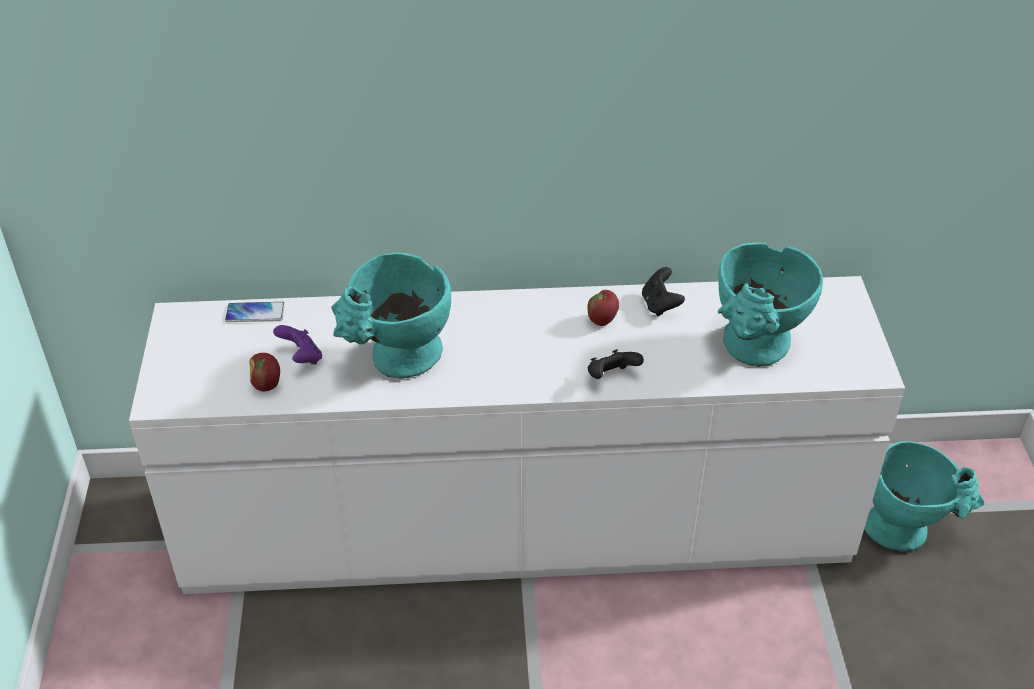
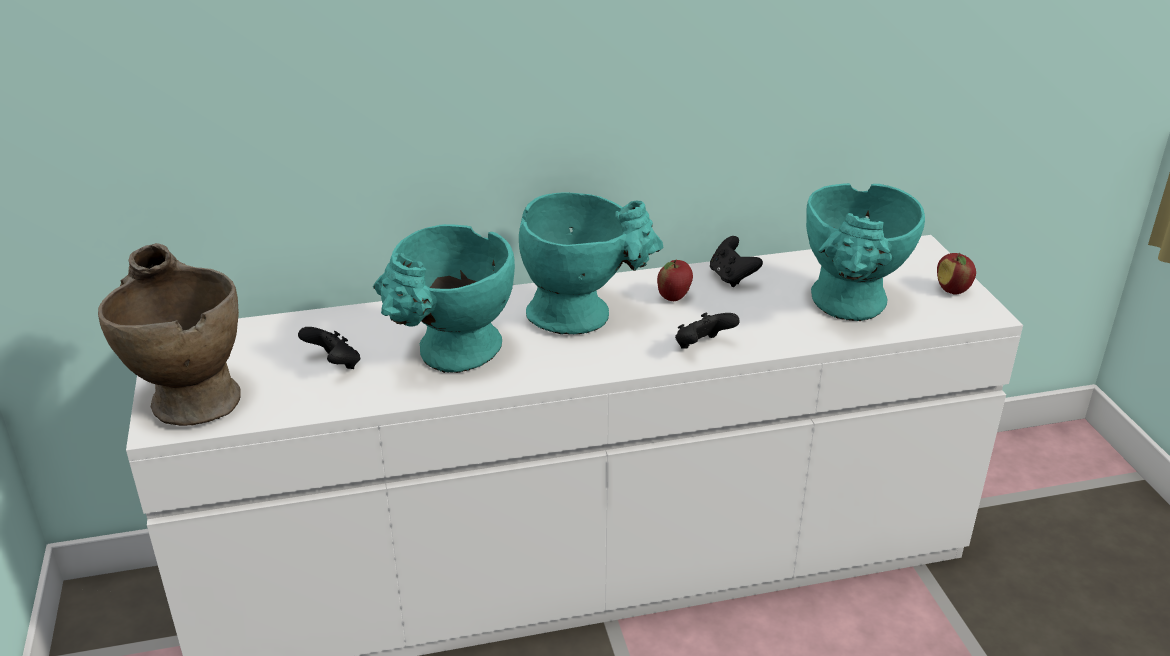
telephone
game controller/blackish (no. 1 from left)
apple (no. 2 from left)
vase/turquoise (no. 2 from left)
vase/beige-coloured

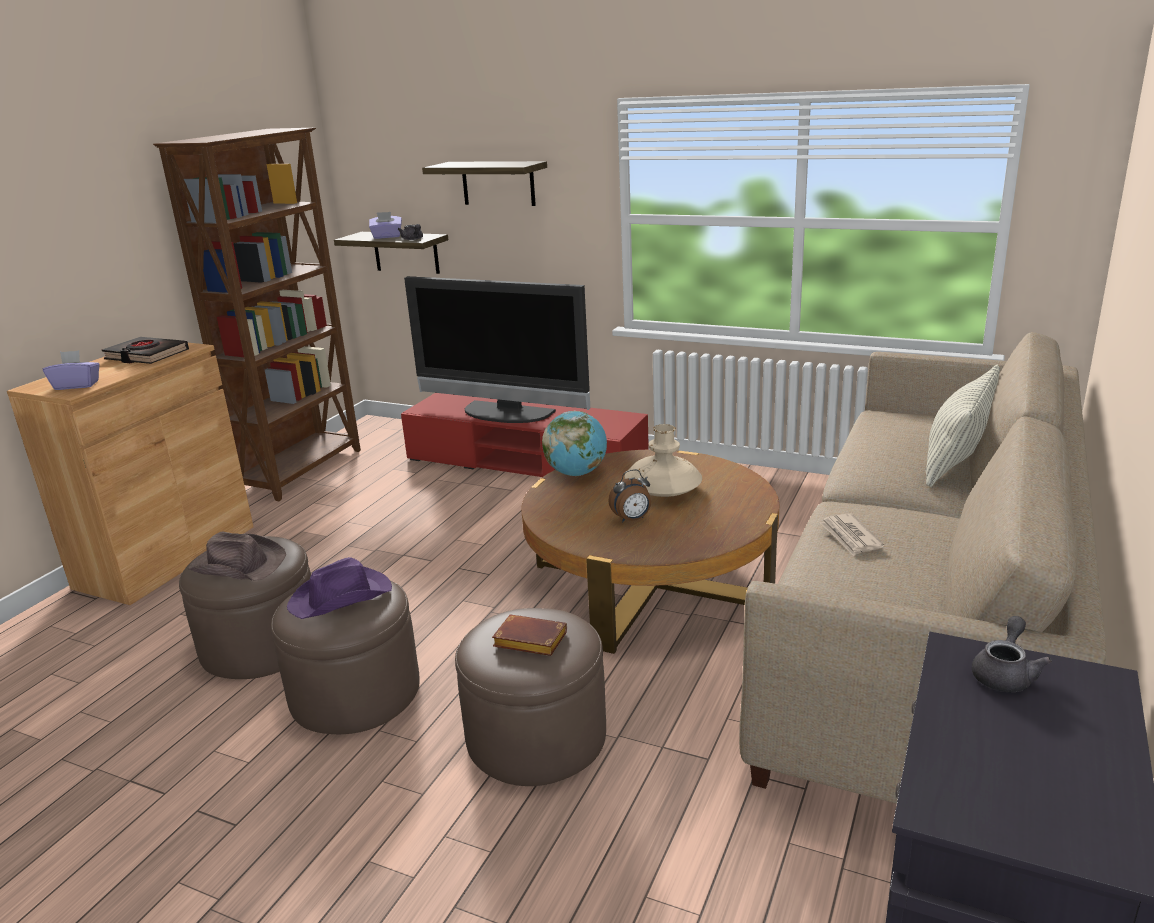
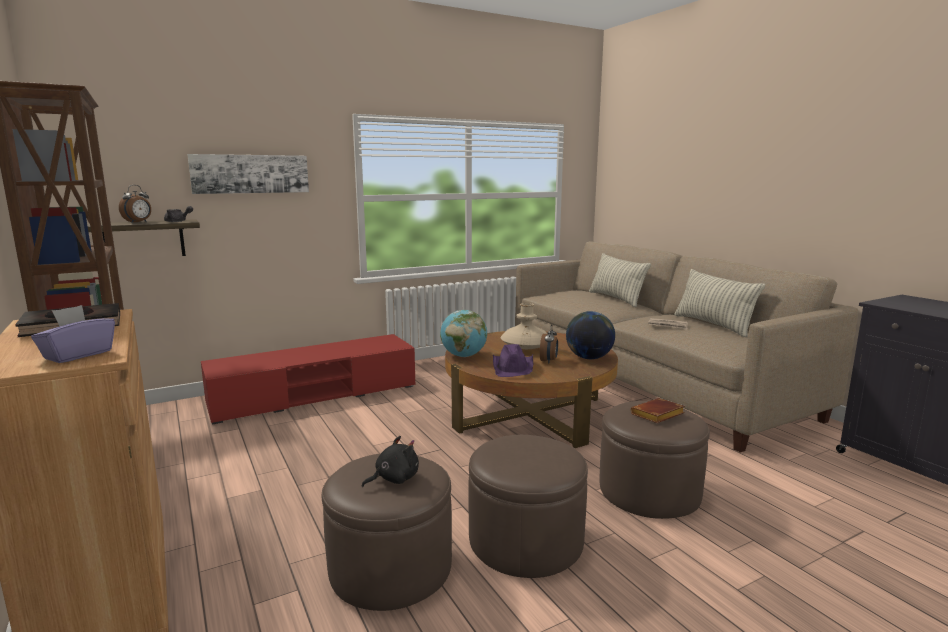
wall art
bedside clock (no. 1 from left)
television
cuddly toy/blackish
clothing hat/purple-coloured
teapot/grey (no. 2 from left in the first image)
cushion (no. 2 from left)
globe (no. 2 from left)

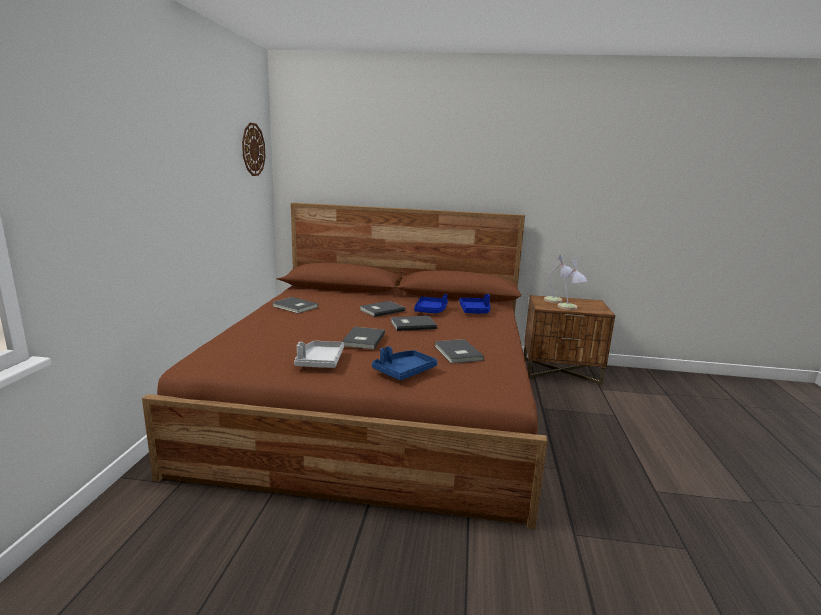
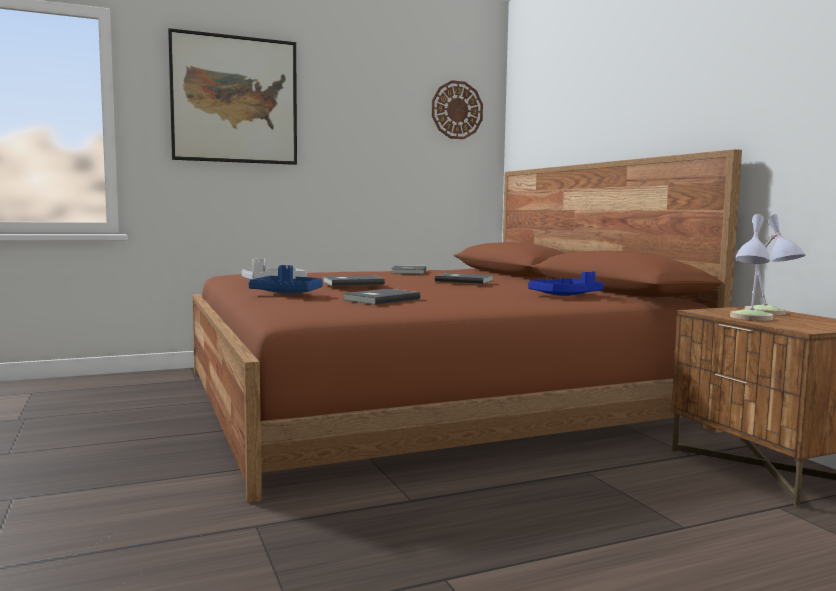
tray/bluish (no. 2 from left in the first image)
volume/grey (no. 4 from left in the first image)
wall art

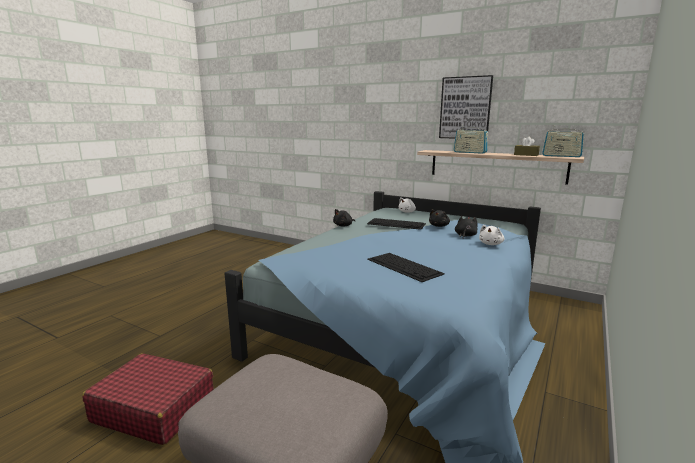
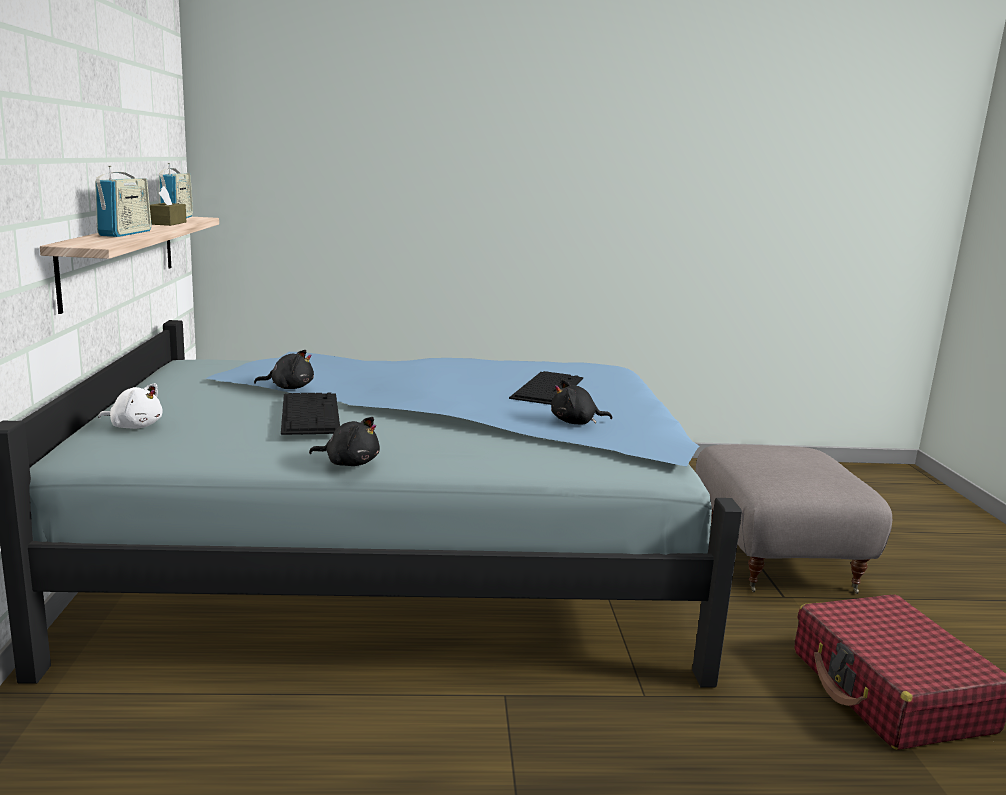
wall art
cuddly toy/blackish (no. 3 from left)
cuddly toy/white-coloured (no. 2 from left in the first image)

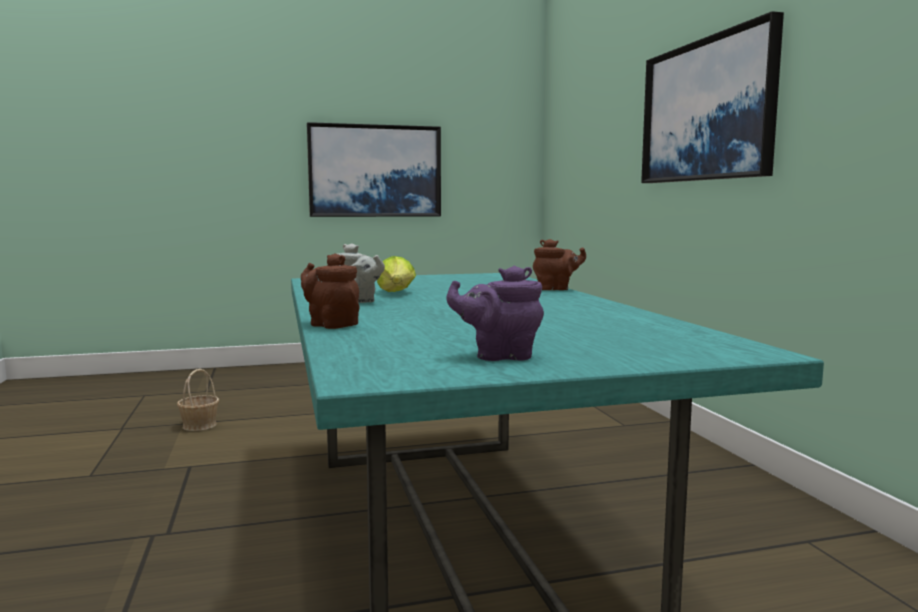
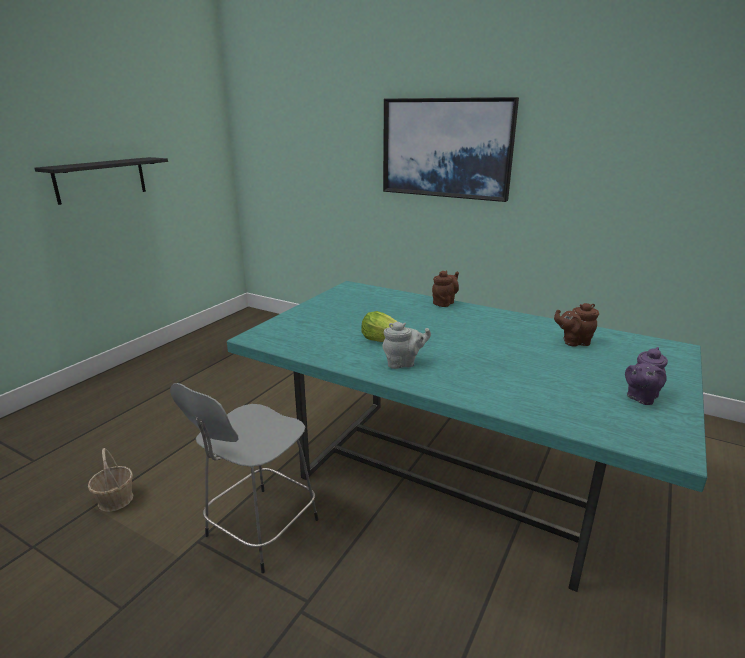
wall shelf/blackish
teapot/brownish (no. 2 from left)
stool/grey

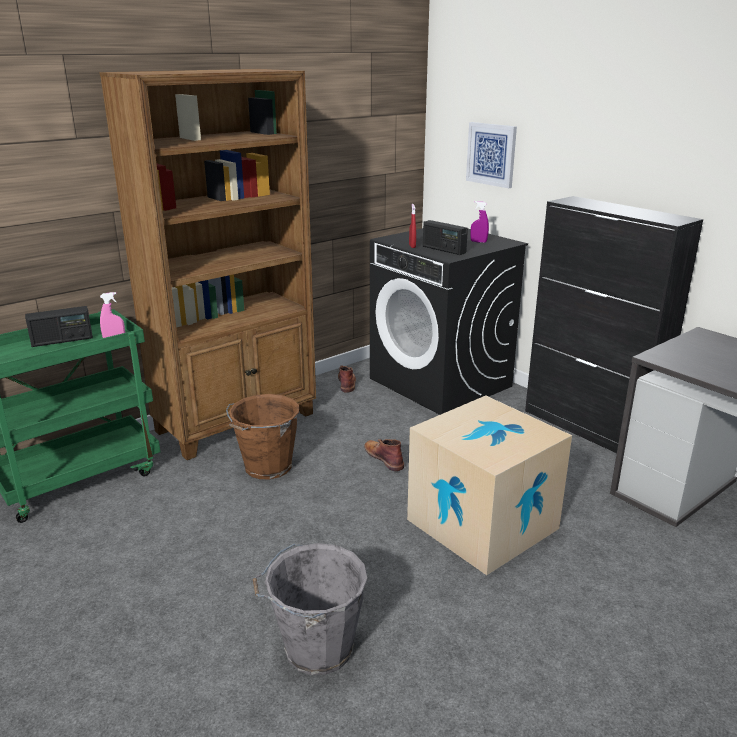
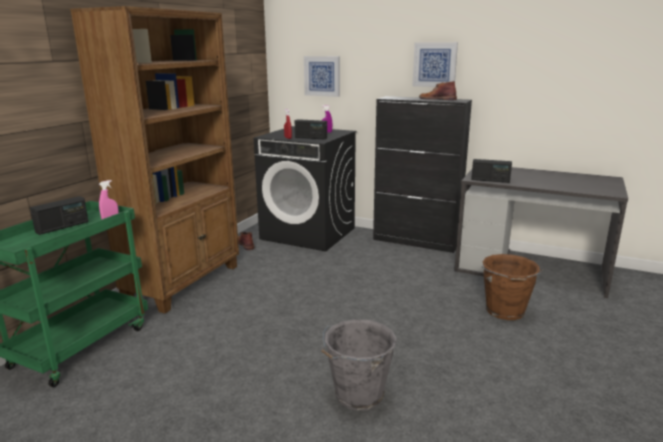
water bucket/brownish
packing box
boot/brownish (no. 2 from left)
wall art (no. 2 from left)
radio (no. 3 from left)

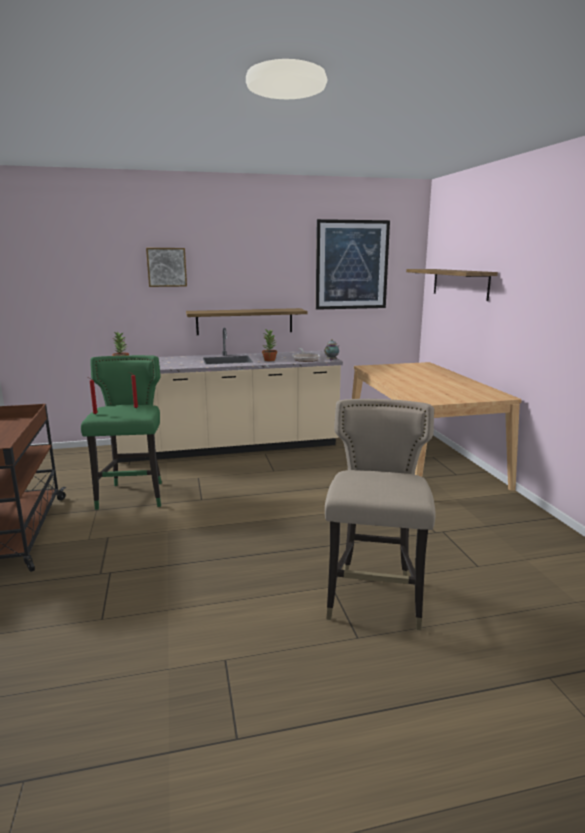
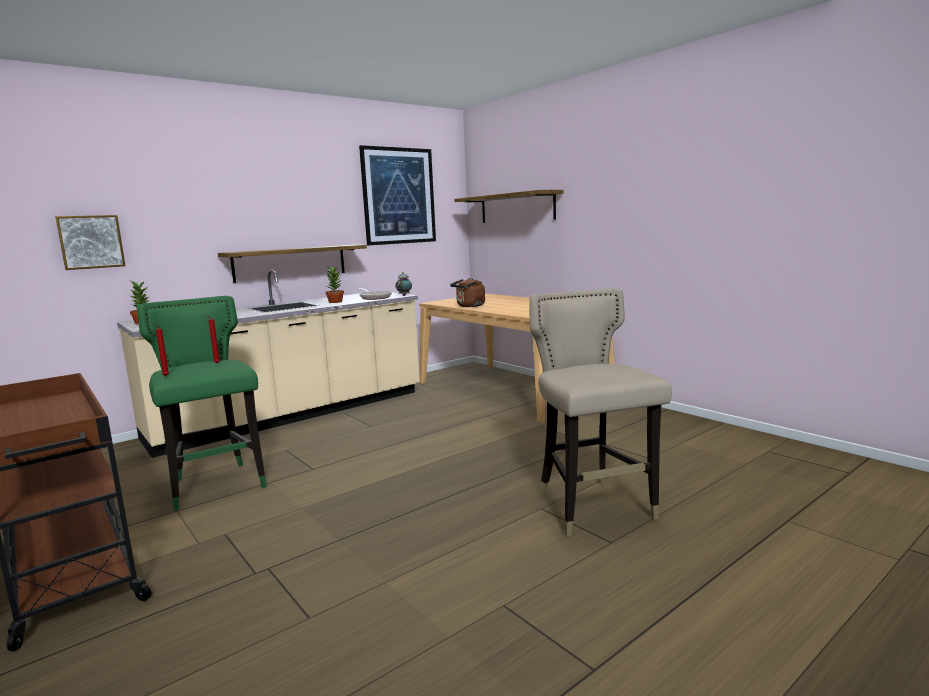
wall art (no. 1 from left)
tea kettle/brownish

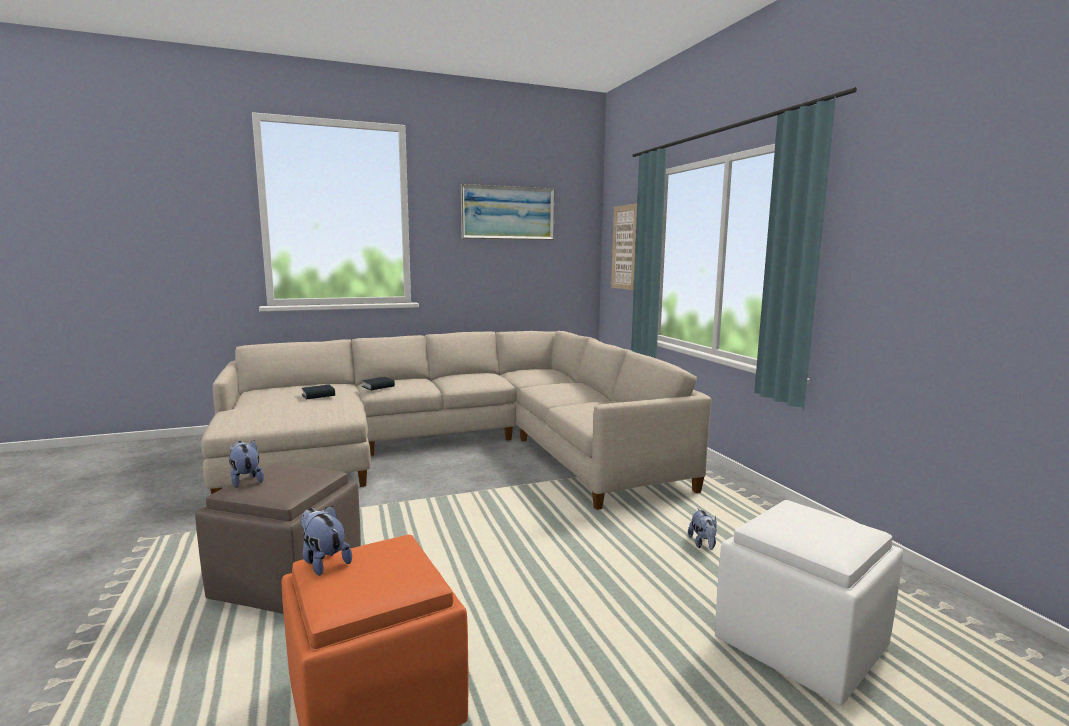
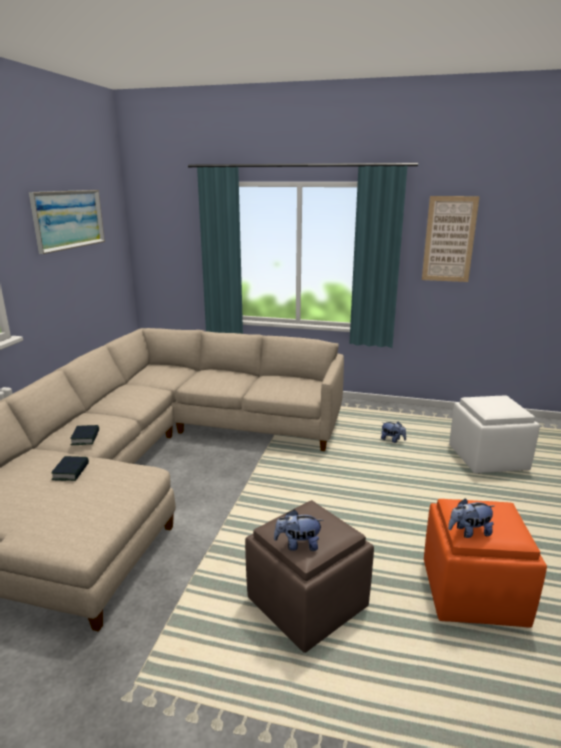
wall art (no. 2 from left)

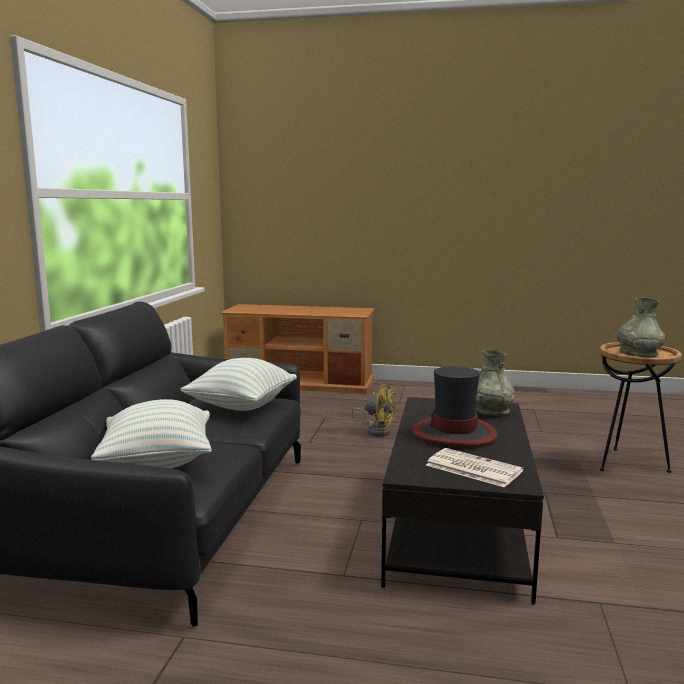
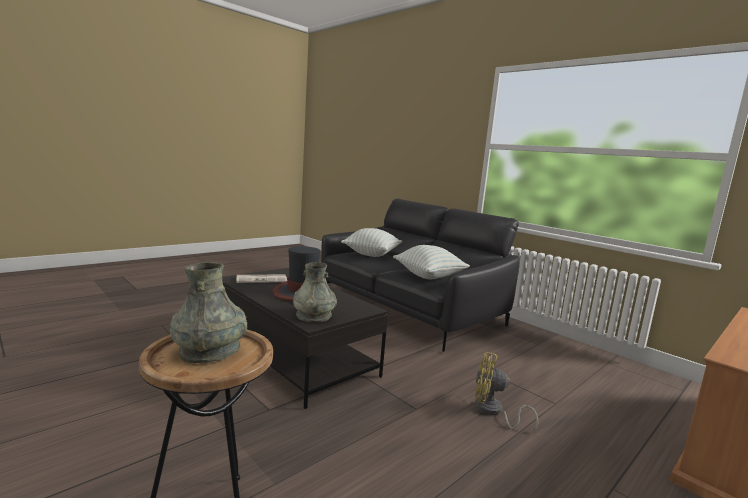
cooling fan/yellowish

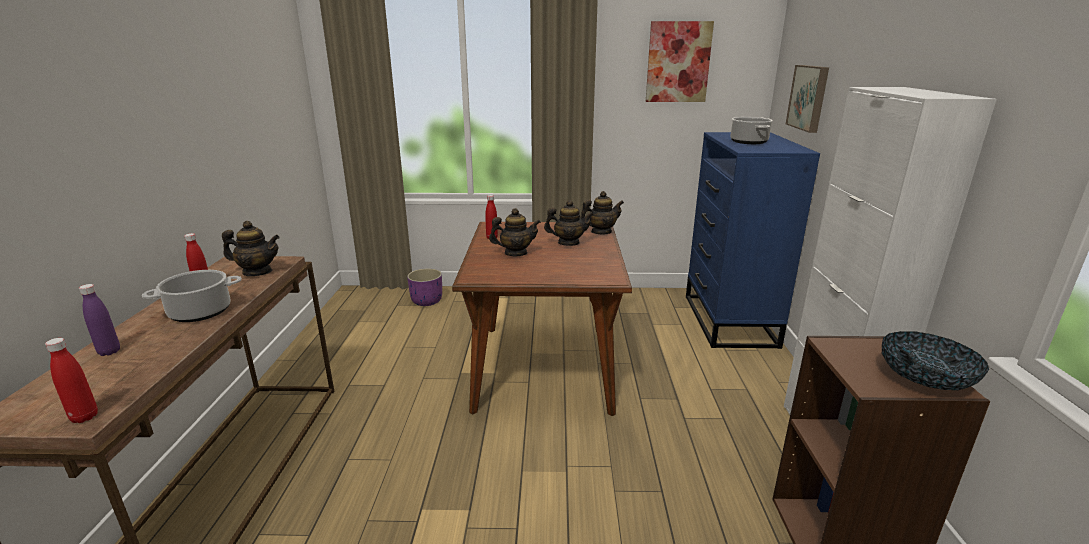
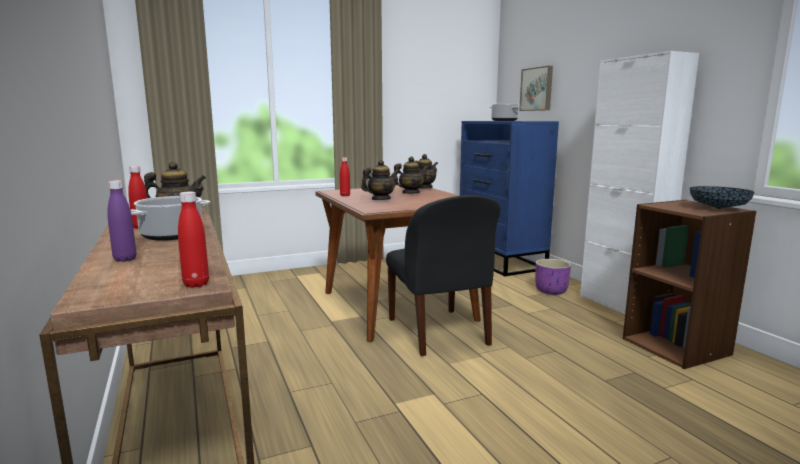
wall art (no. 1 from left in the first image)
plant pot/purple-coloured
chair/blackish

